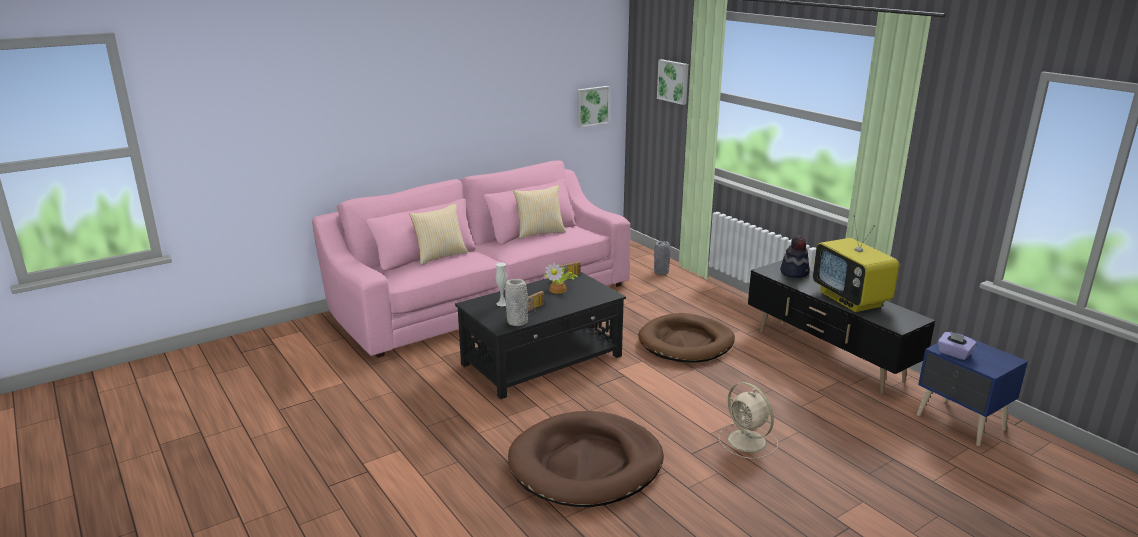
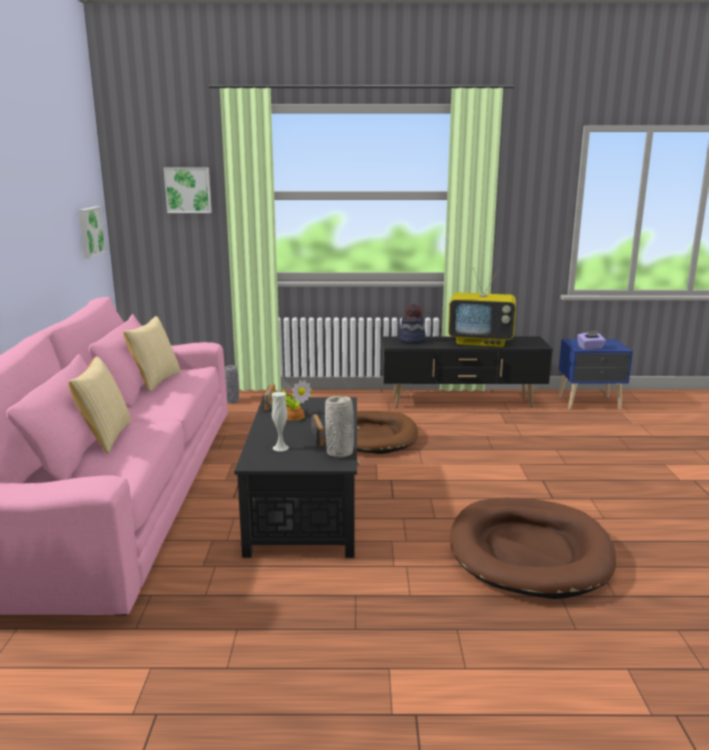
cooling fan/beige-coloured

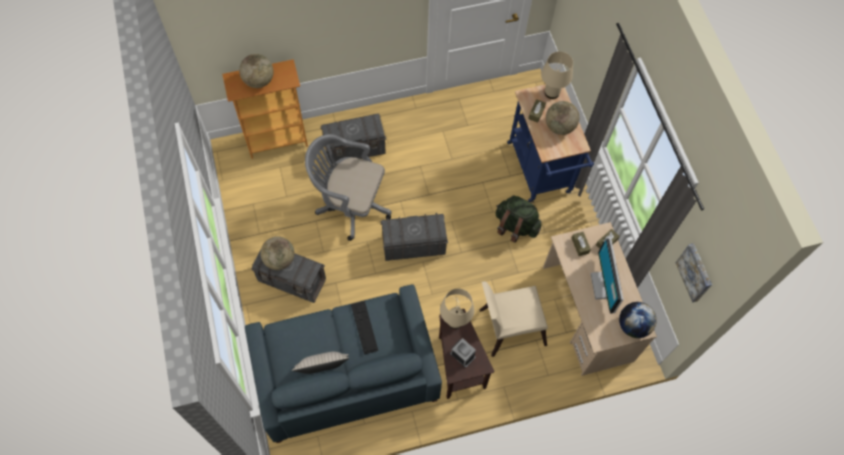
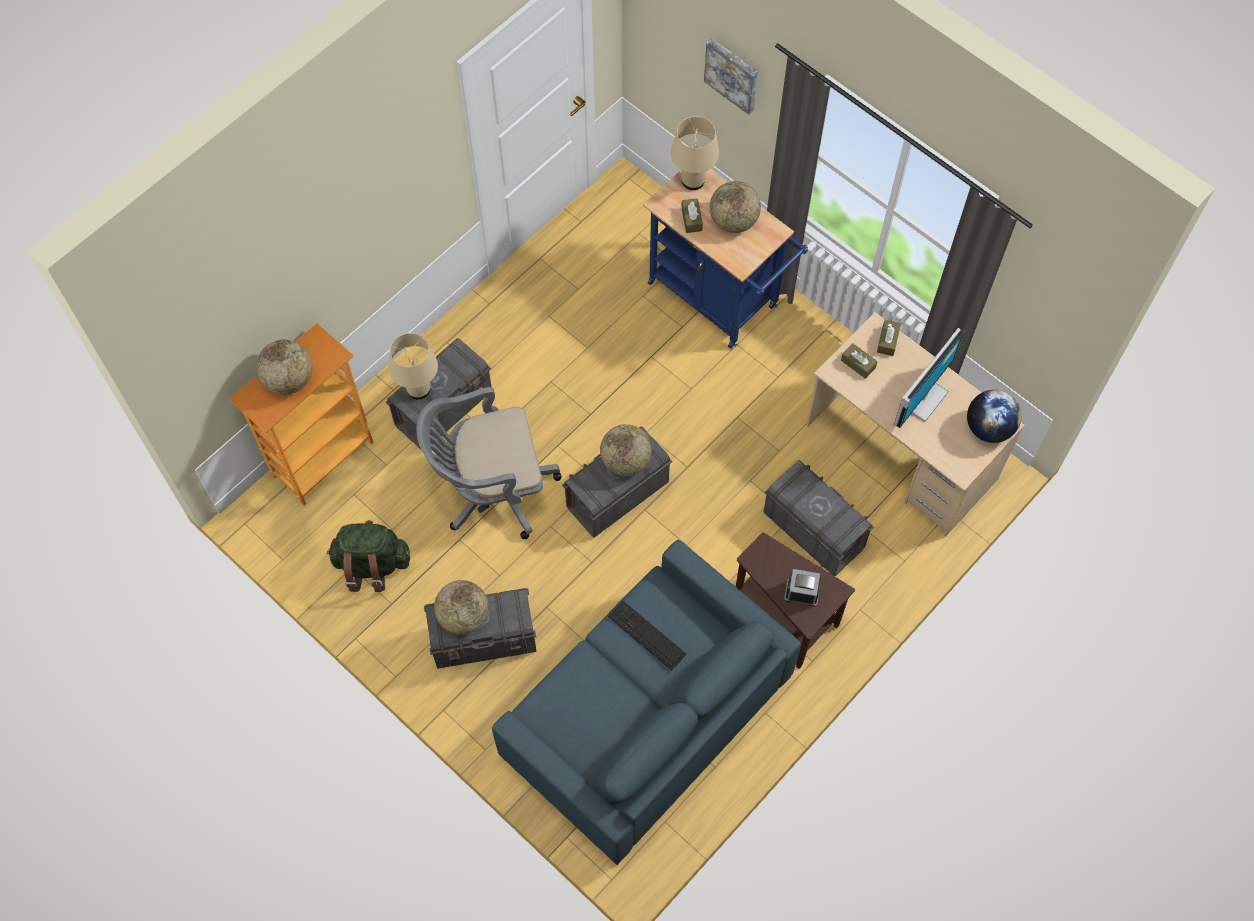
backpack/greenish
computer screen
wall art
storage box/grey (no. 4 from left)
tabletop lamp/beige-coloured (no. 1 from left)
cushion/beige-coloured
globe (no. 3 from left)

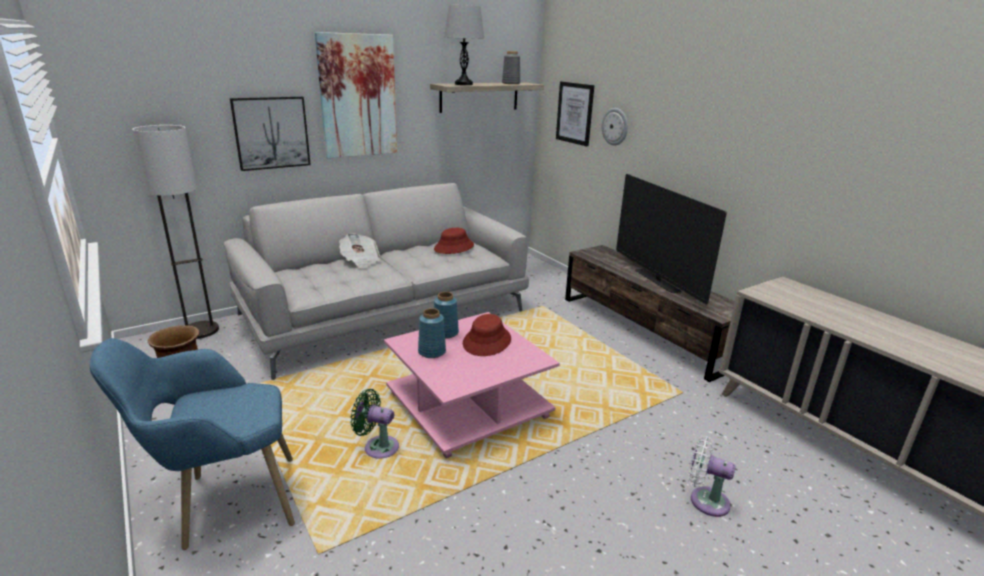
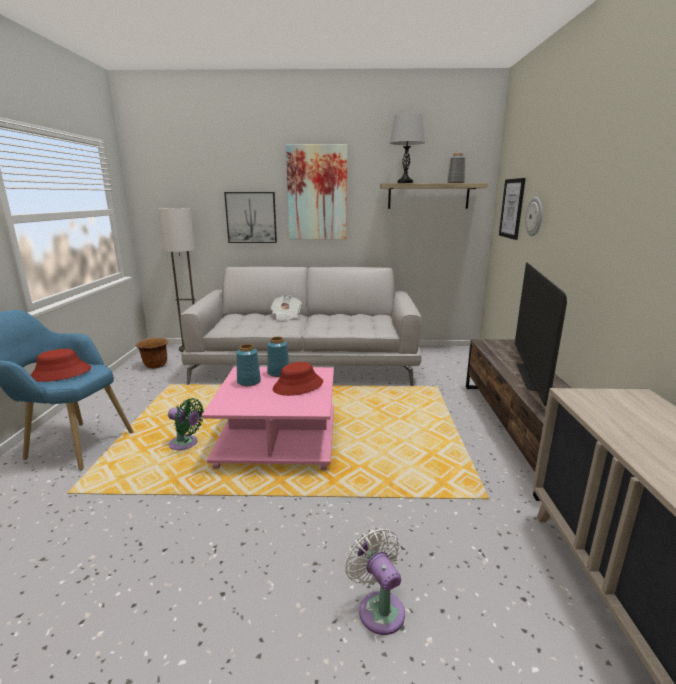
clothing hat/red-coloured (no. 1 from left)
cooling fan/greenish

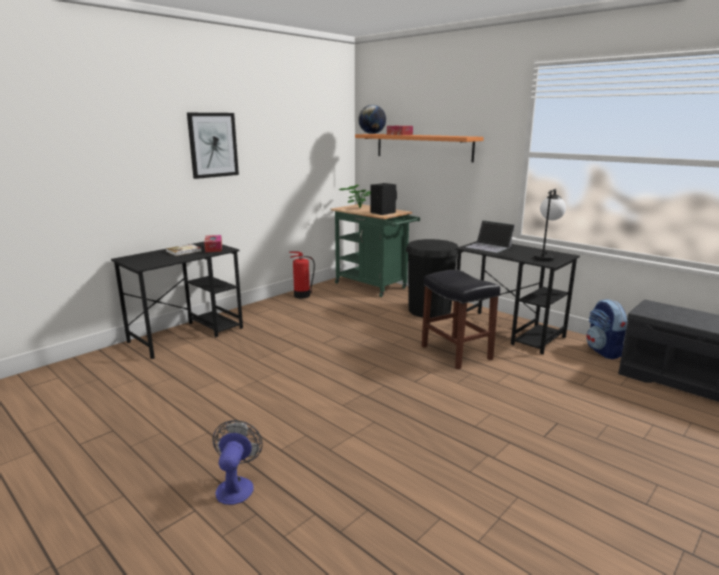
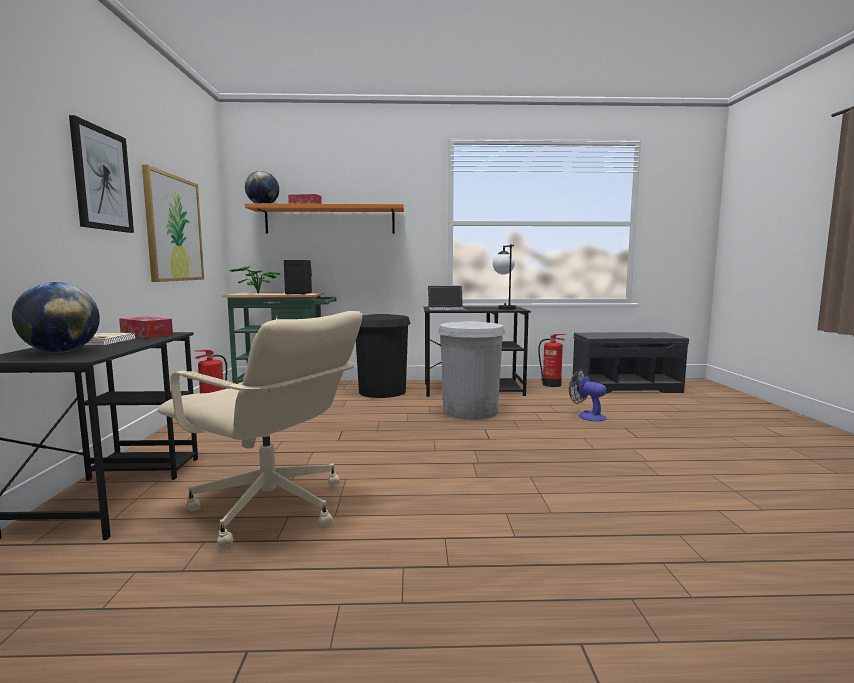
trash can/white-coloured
fire-fighting cylinder (no. 2 from left)
cooling fan
wall art (no. 2 from left)
globe (no. 1 from left)
office chair/beige-coloured

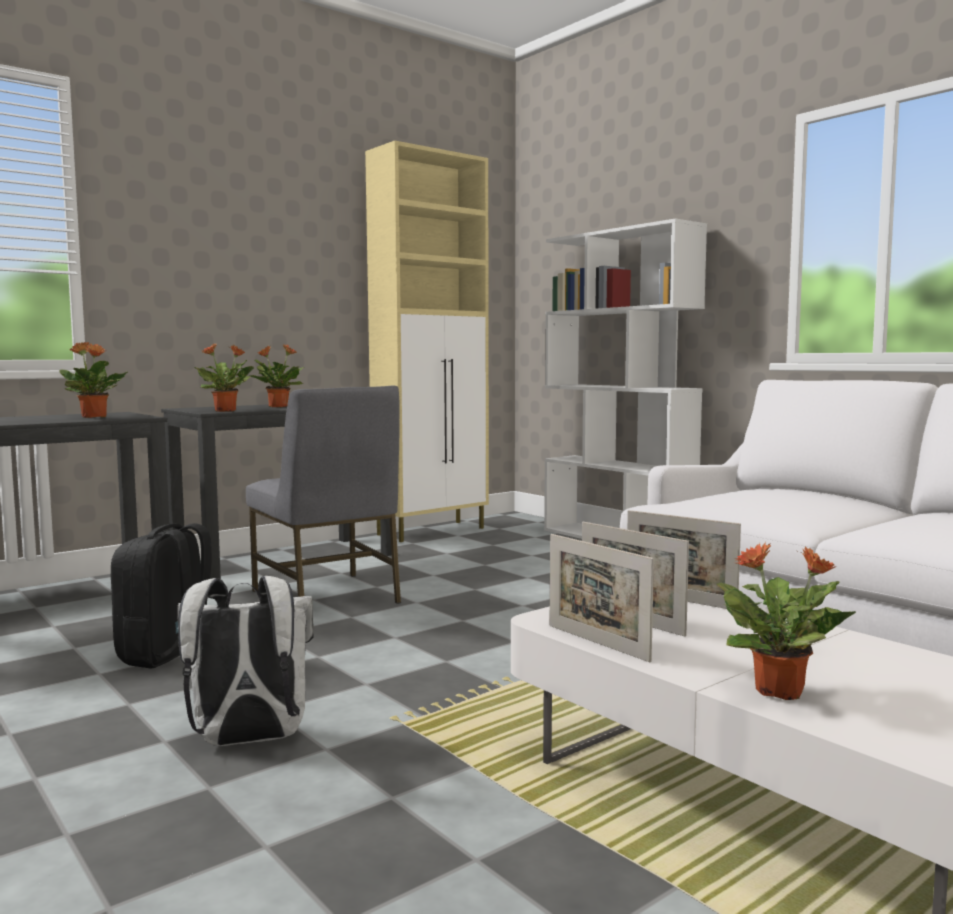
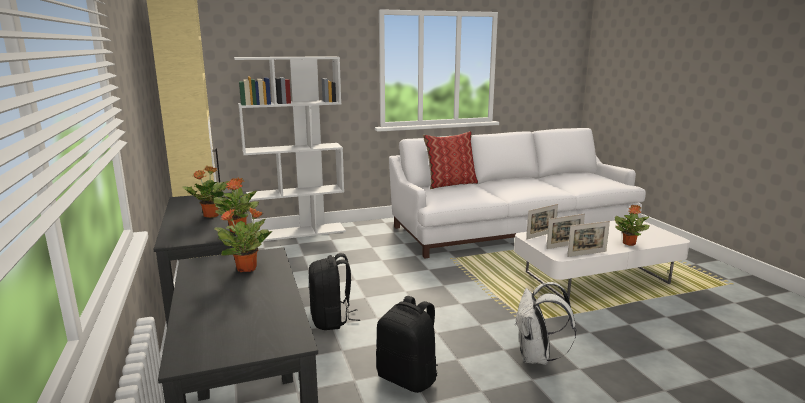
backpack/blackish (no. 1 from left)
cushion

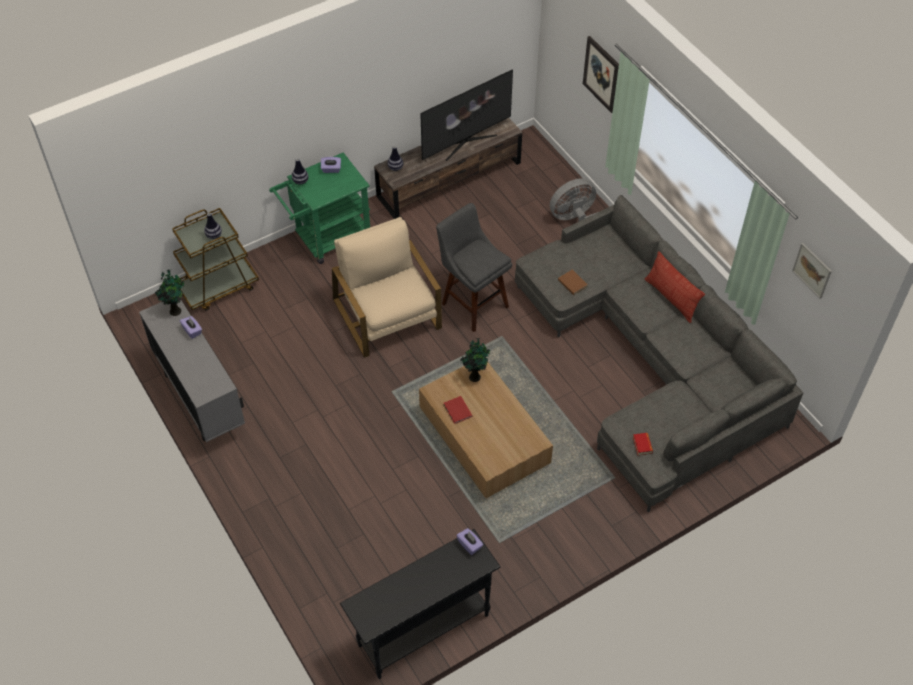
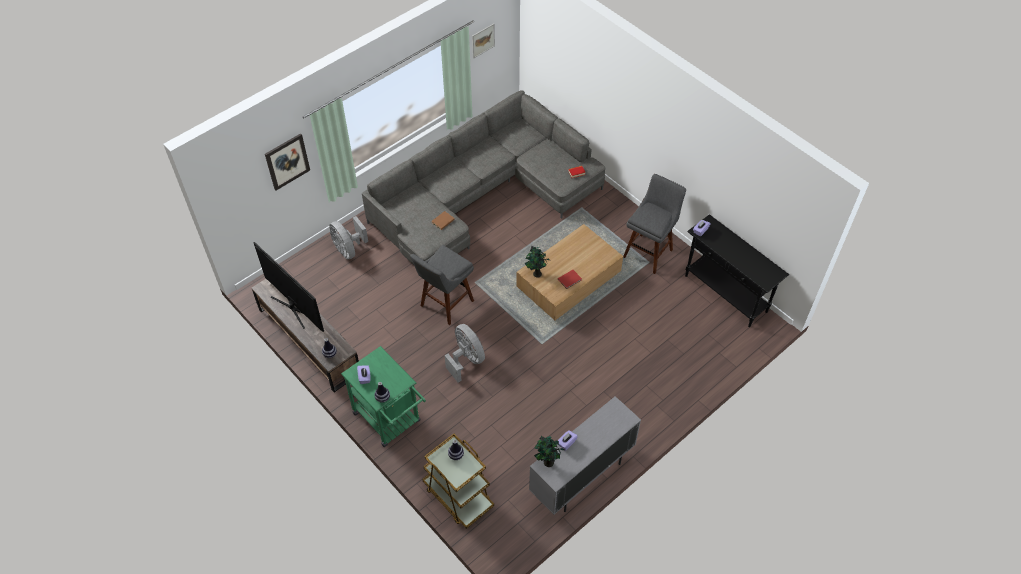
cooling fan/grey (no. 2 from left)
cushion
stool/grey (no. 2 from left)

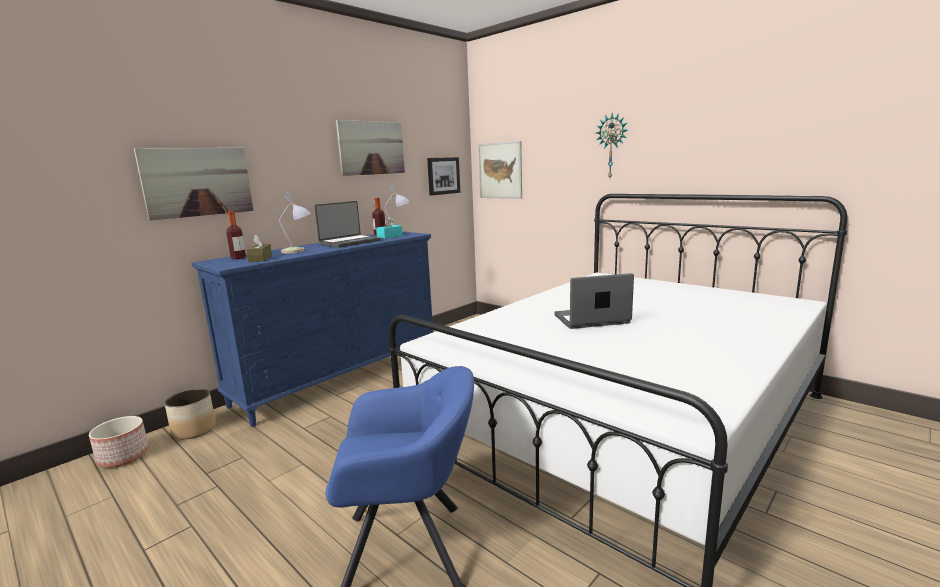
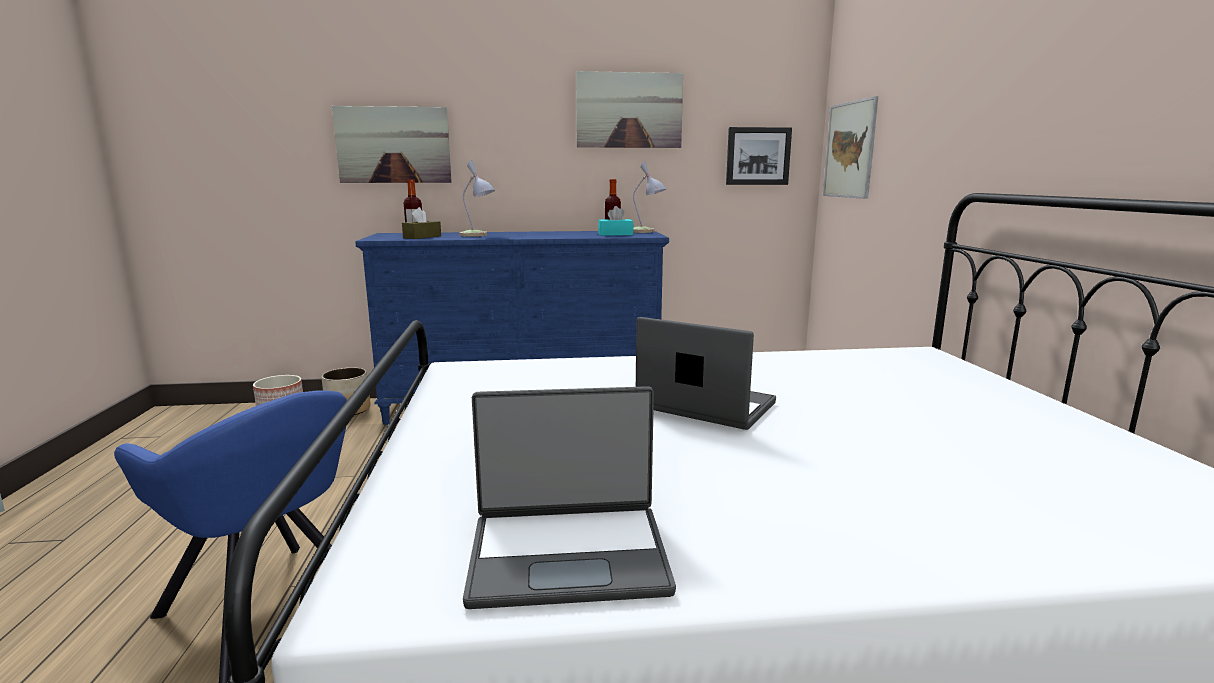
wall clock
notebook computer (no. 1 from left)

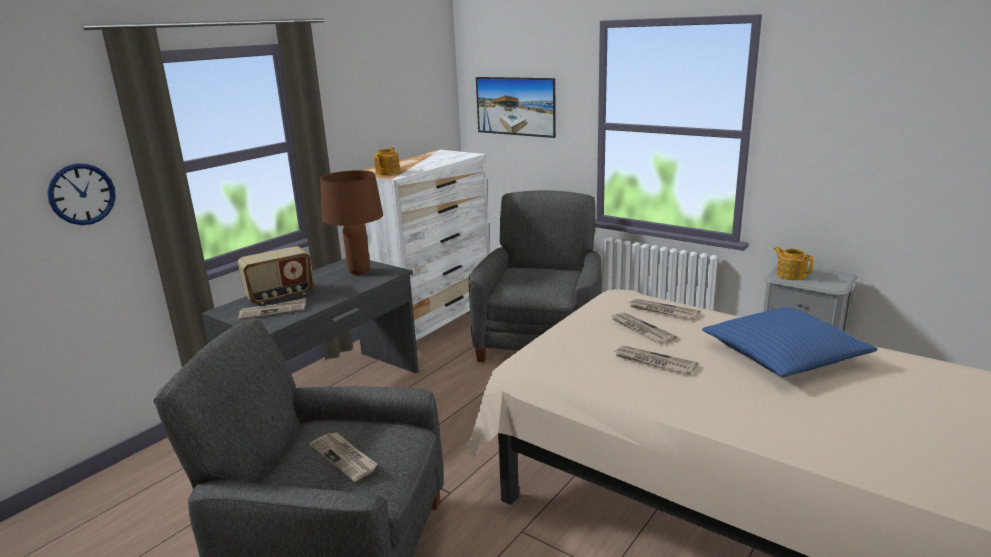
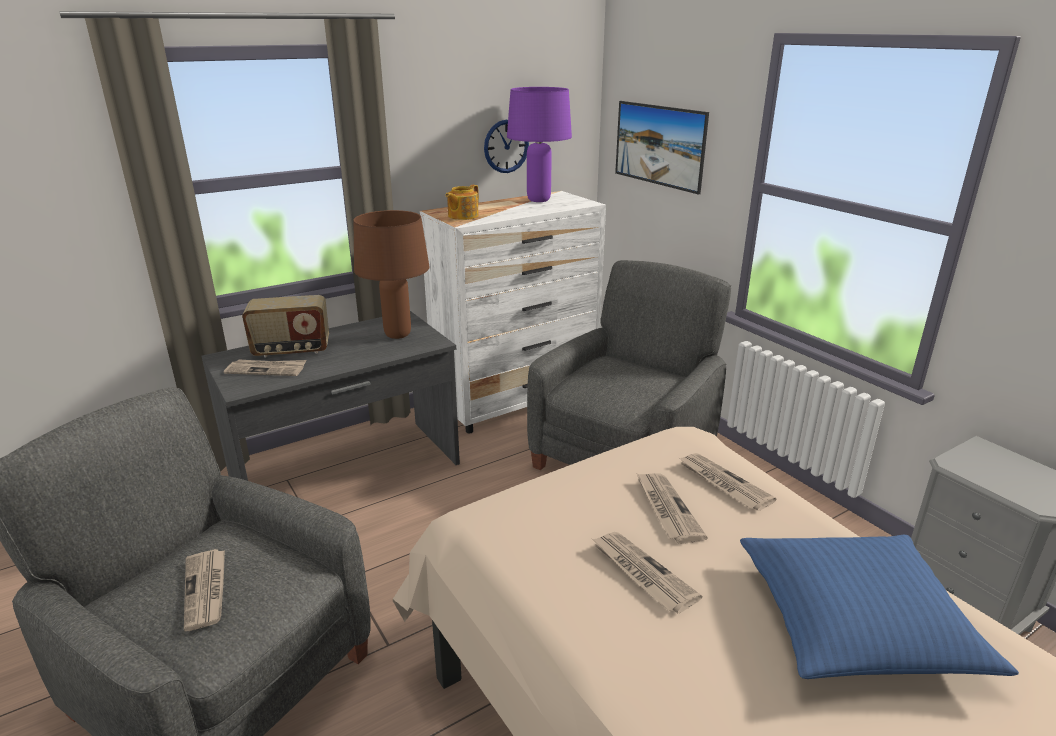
wall clock
teapot (no. 2 from left in the first image)
tabletop lamp/purple-coloured

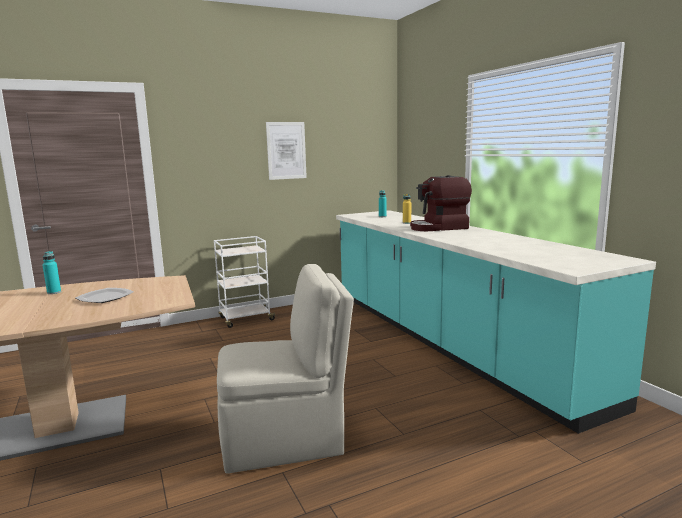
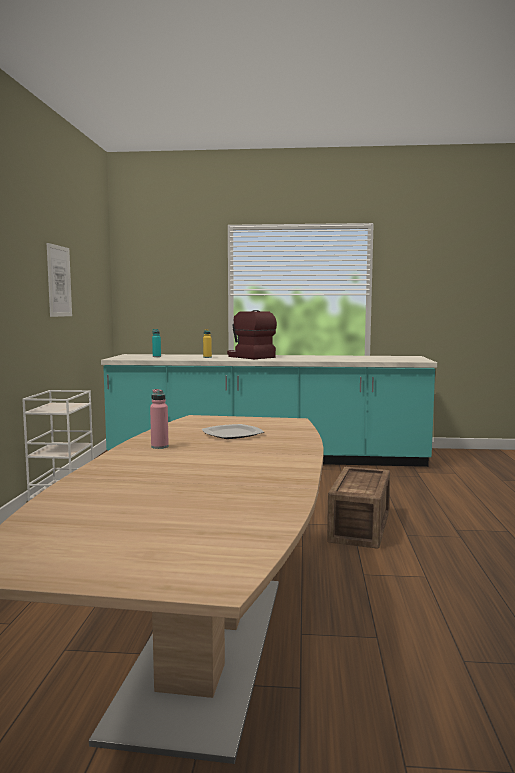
coffee machine
beverage bottle/pink
shipping crate

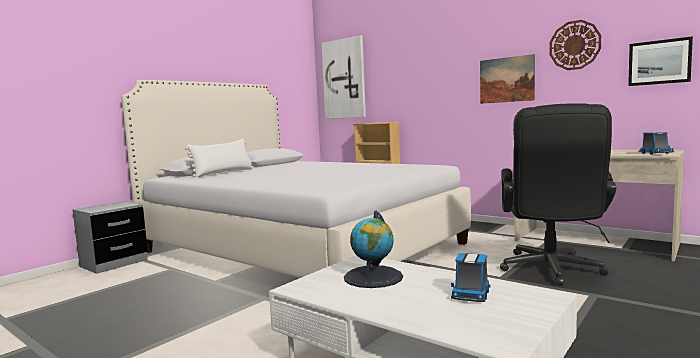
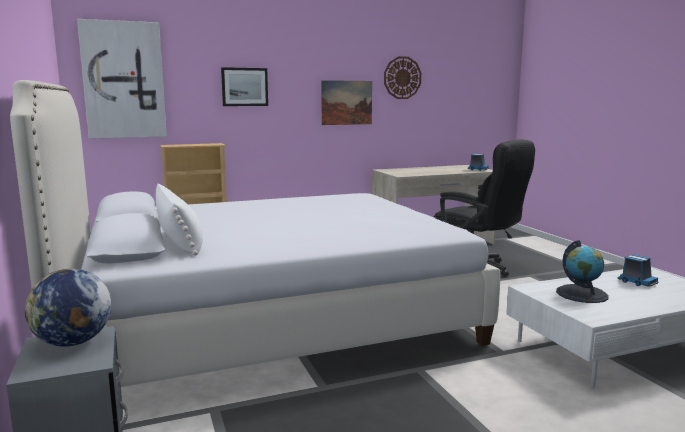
wall art (no. 2 from left)
globe (no. 1 from left)

